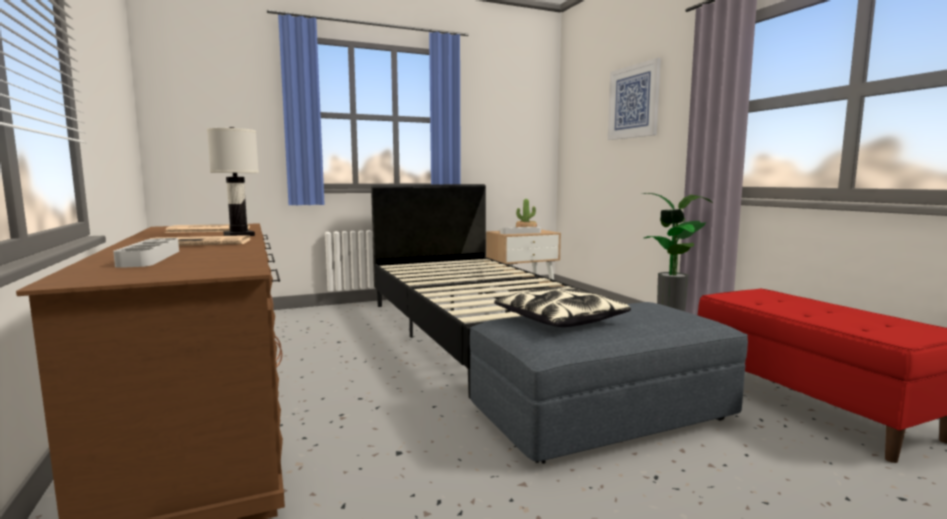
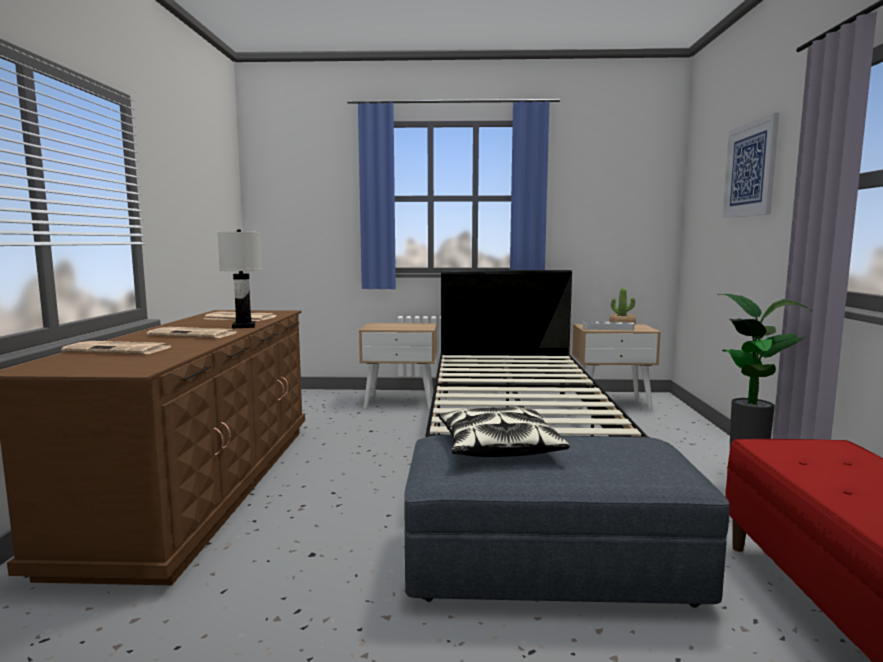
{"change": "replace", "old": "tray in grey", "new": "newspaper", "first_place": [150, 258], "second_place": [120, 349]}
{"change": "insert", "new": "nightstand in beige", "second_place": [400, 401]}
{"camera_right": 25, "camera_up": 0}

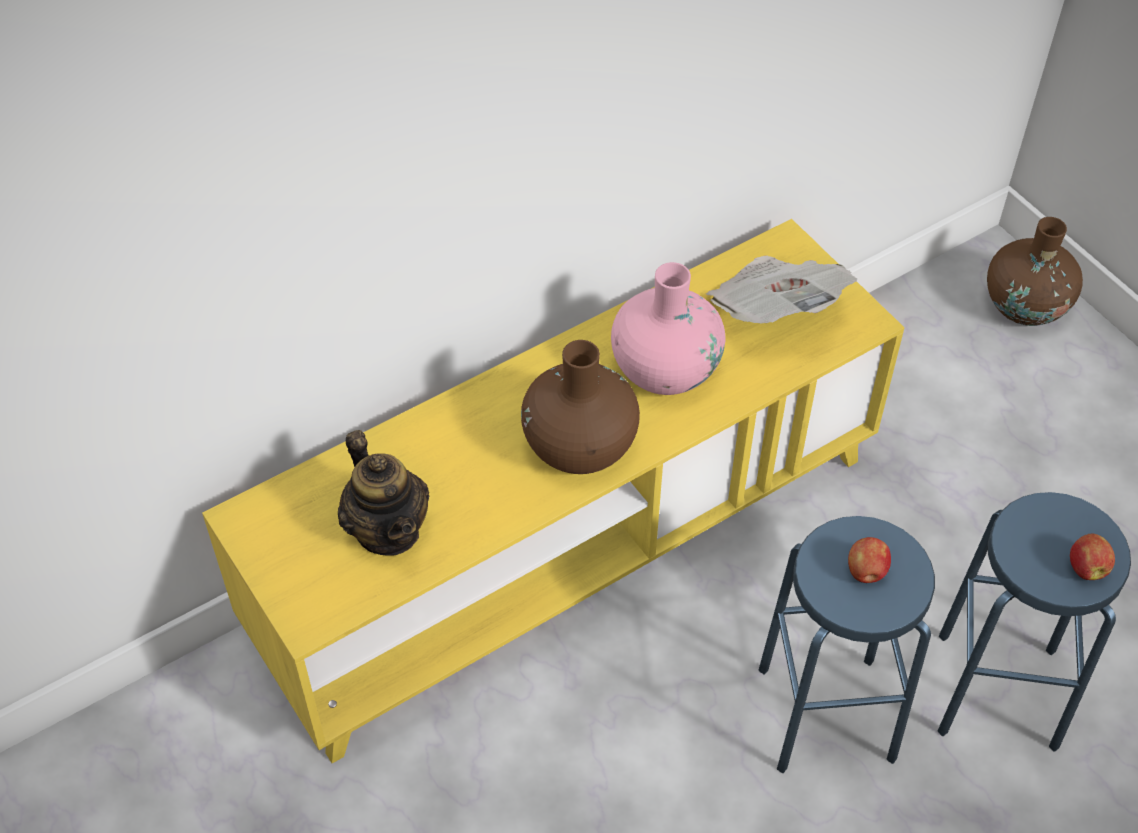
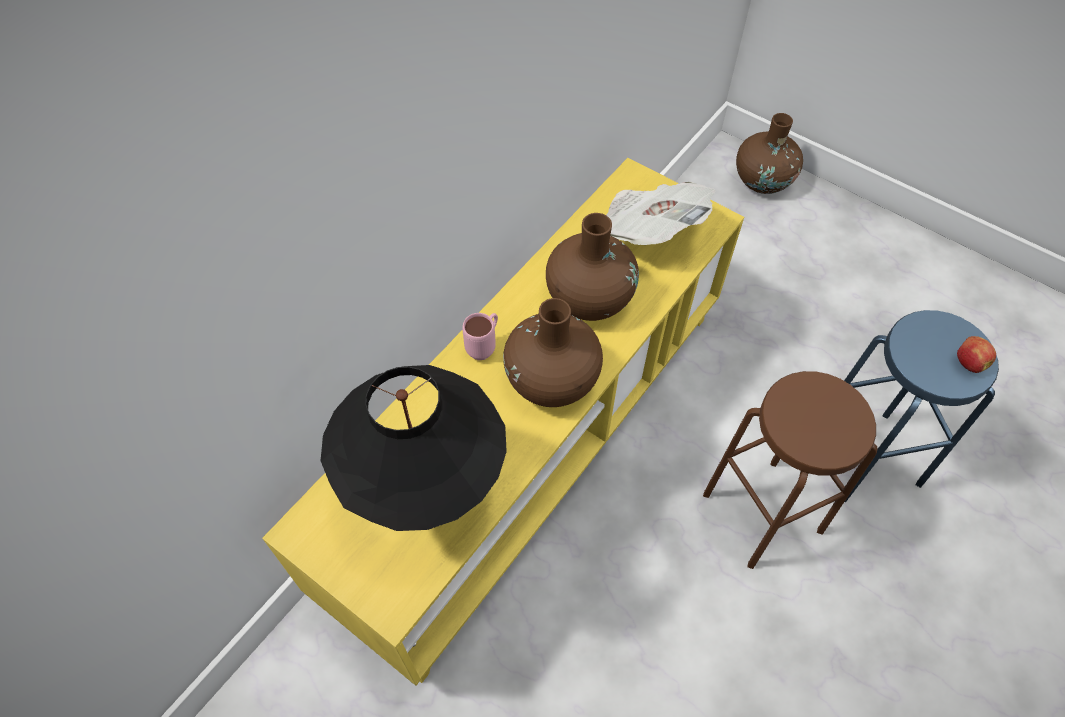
{"change": "replace", "old": "teapot", "new": "table lamp in black", "first_place": [388, 530], "second_place": [428, 501]}
{"change": "recolor", "old": "vase in pink", "new": "vase in brown", "first_place": [665, 369], "second_place": [589, 299]}
{"change": "recolor", "old": "stool in blue", "new": "stool in brown", "first_place": [826, 713], "second_place": [762, 512]}
{"change": "delete", "old": "apple", "first_place": [866, 572]}
{"change": "insert", "new": "mug in pink", "second_place": [484, 347]}
{"camera_right": -20, "camera_up": 5}

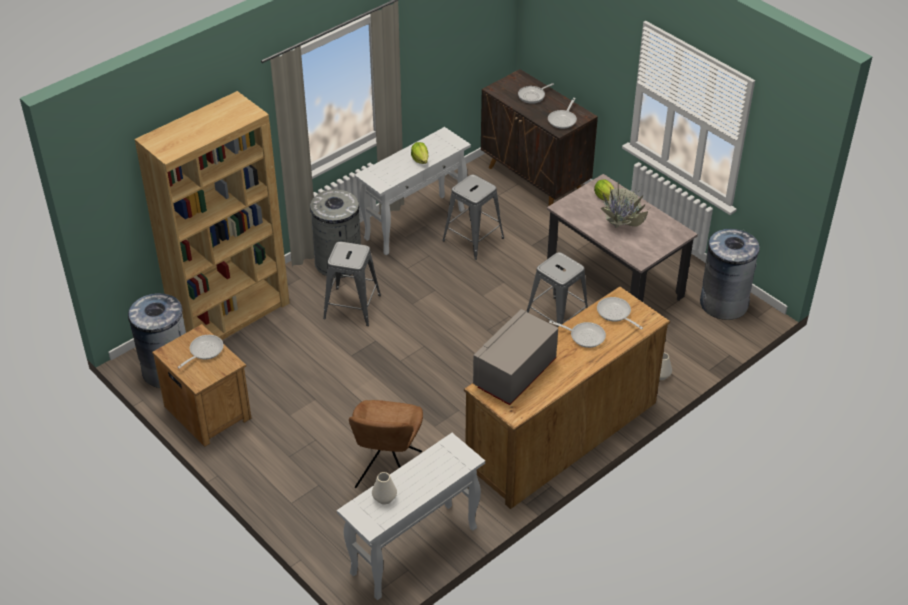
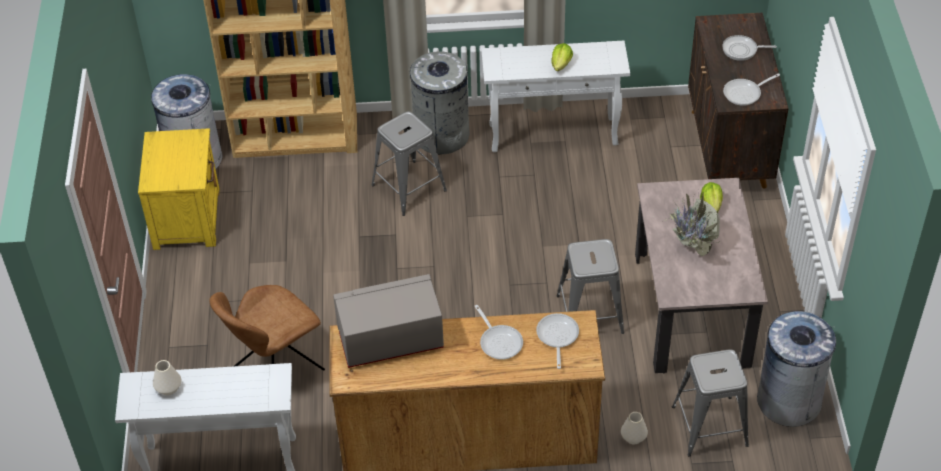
{"change": "recolor", "old": "nightstand in brown", "new": "nightstand in yellow", "first_place": [207, 411], "second_place": [188, 218]}
{"change": "delete", "old": "frying pan", "first_place": [204, 351]}
{"change": "move", "old": "stool in grey", "first_place": [473, 239], "second_place": [710, 425]}
{"camera_right": 40, "camera_up": 5}

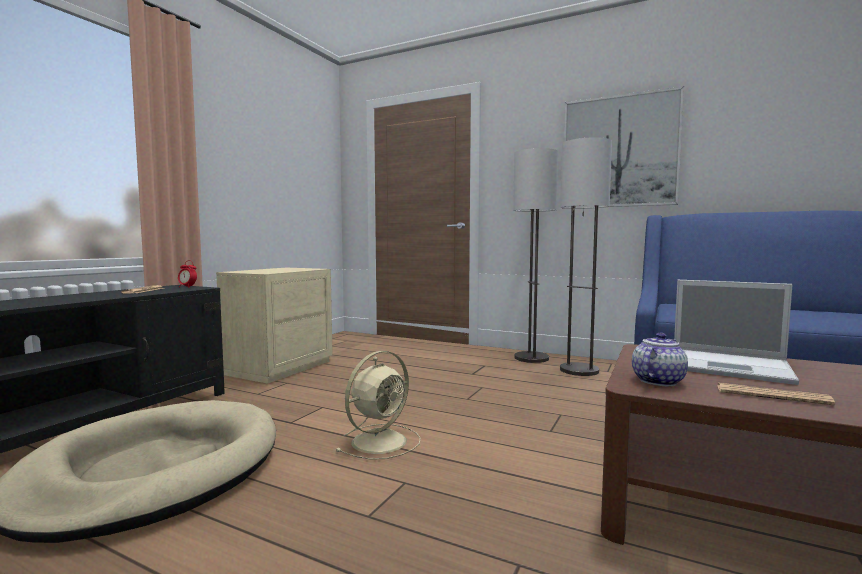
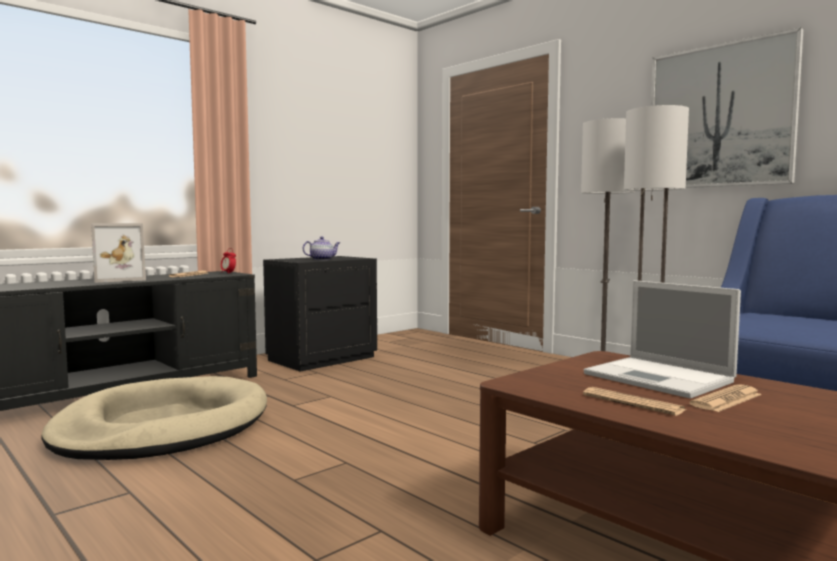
{"change": "recolor", "old": "nightstand in beige", "new": "nightstand in black", "first_place": [278, 368], "second_place": [321, 358]}
{"change": "delete", "old": "fan in beige", "first_place": [381, 441]}
{"change": "move", "old": "teapot", "first_place": [657, 381], "second_place": [322, 259]}
{"change": "insert", "new": "picture frame", "second_place": [119, 279]}
{"change": "insert", "new": "newspaper", "second_place": [726, 400]}
{"camera_right": 20, "camera_up": 0}

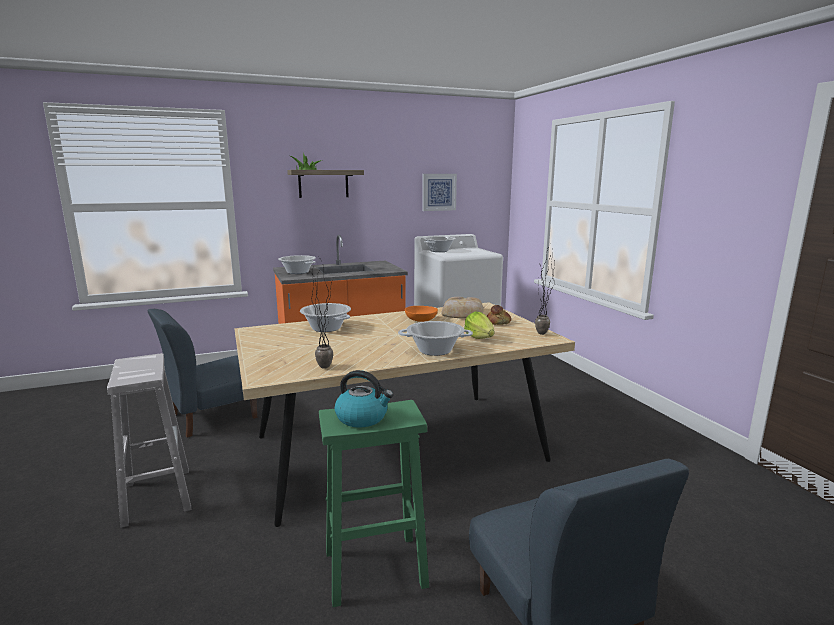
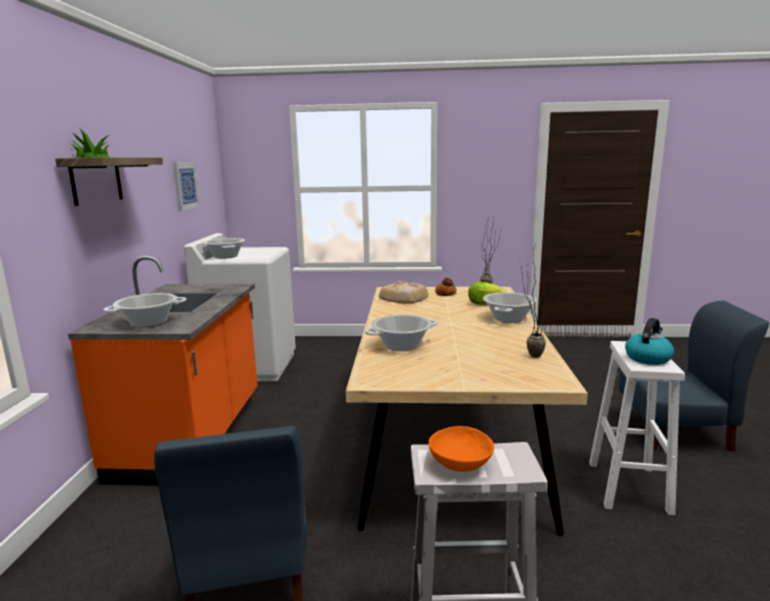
{"change": "recolor", "old": "stool in green", "new": "stool in white", "first_place": [373, 569], "second_place": [629, 488]}
{"change": "move", "old": "bowl in orange", "first_place": [420, 320], "second_place": [459, 464]}
{"camera_right": -65, "camera_up": 0}

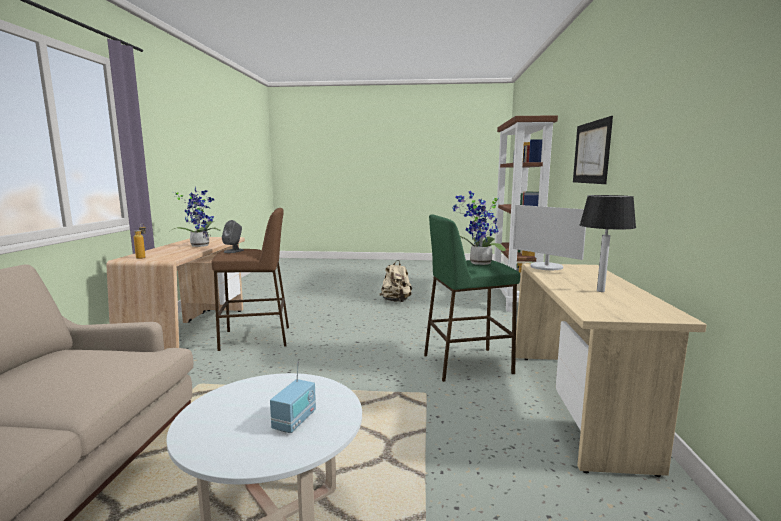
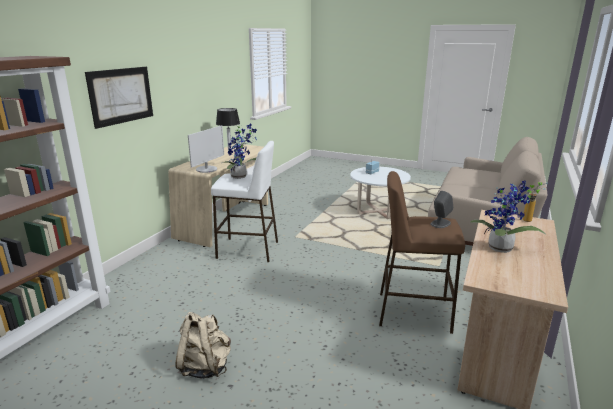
{"change": "recolor", "old": "stool in green", "new": "stool in white", "first_place": [466, 364], "second_place": [248, 250]}
{"change": "rotate", "old": "monitor", "first_place": [546, 267], "second_place": [207, 169], "degrees": 45}
{"camera_right": -160, "camera_up": 10}

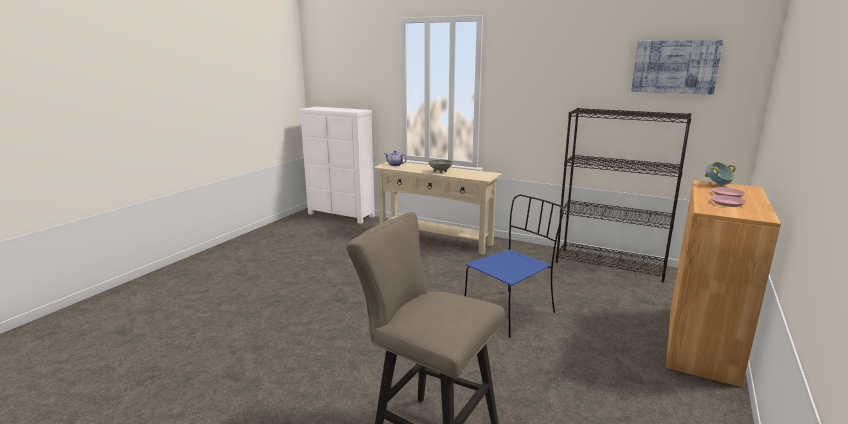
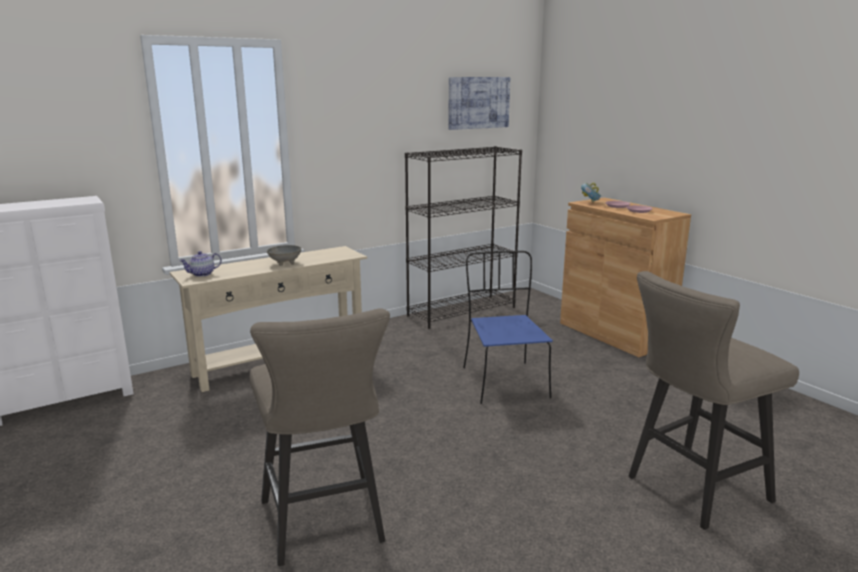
{"change": "insert", "new": "stool in beige", "second_place": [325, 526]}
{"camera_right": -60, "camera_up": 0}

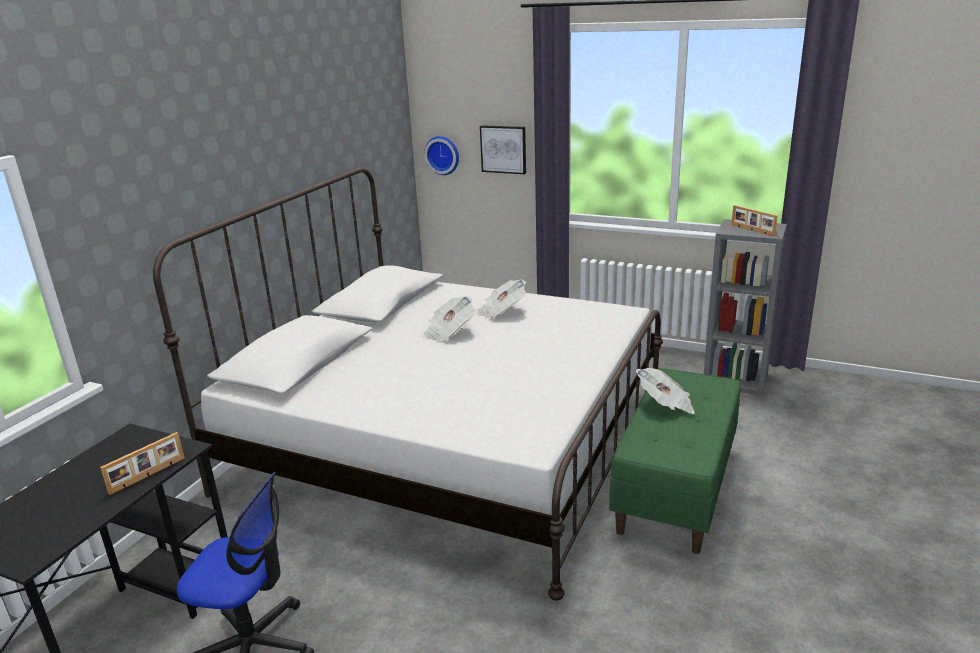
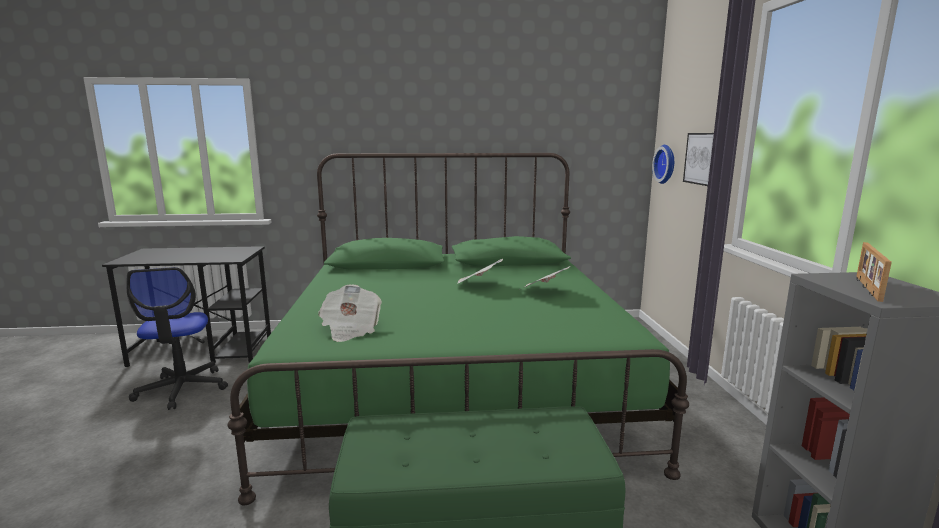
{"change": "delete", "old": "picture frame", "first_place": [148, 476]}
{"change": "recolor", "old": "bed in white", "new": "bed in green", "first_place": [450, 440], "second_place": [454, 382]}
{"change": "move", "old": "newspaper", "first_place": [665, 404], "second_place": [350, 329]}
{"camera_right": 60, "camera_up": -10}

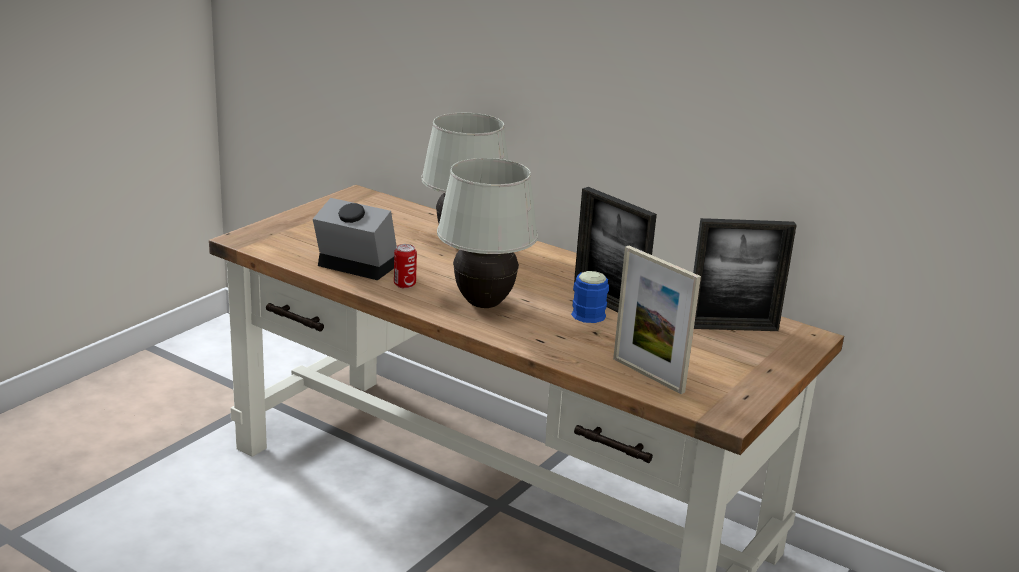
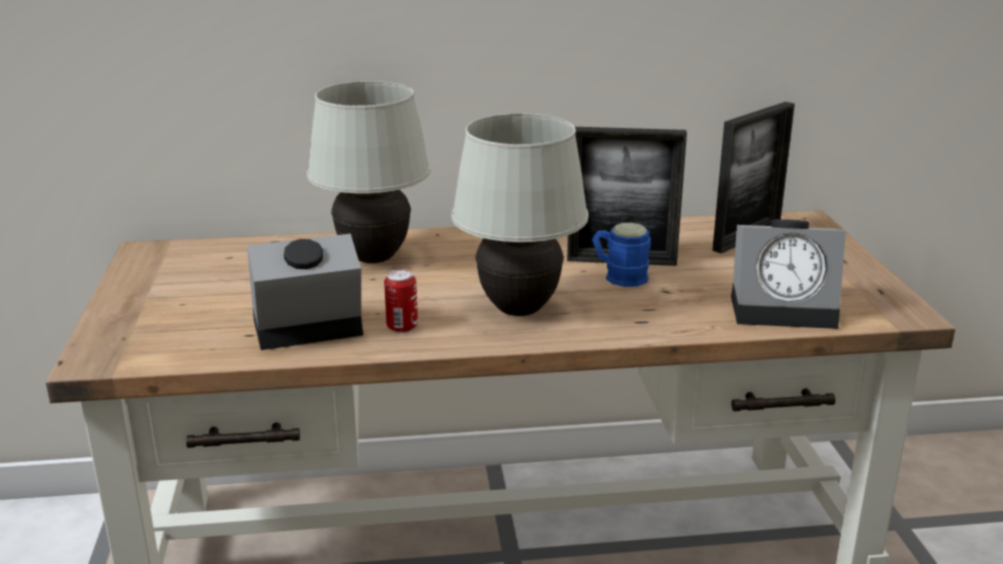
{"change": "replace", "old": "picture frame", "new": "alarm clock", "first_place": [648, 375], "second_place": [785, 309]}
{"camera_right": -40, "camera_up": 0}

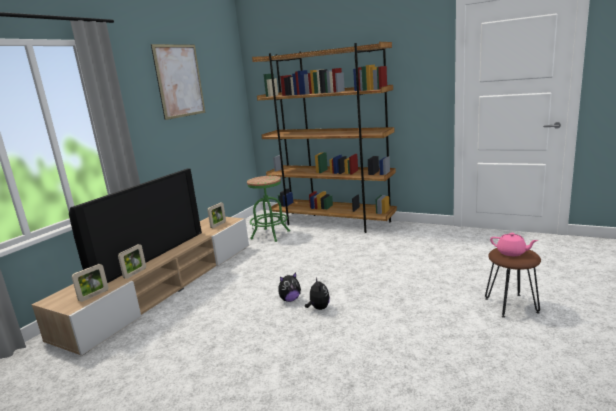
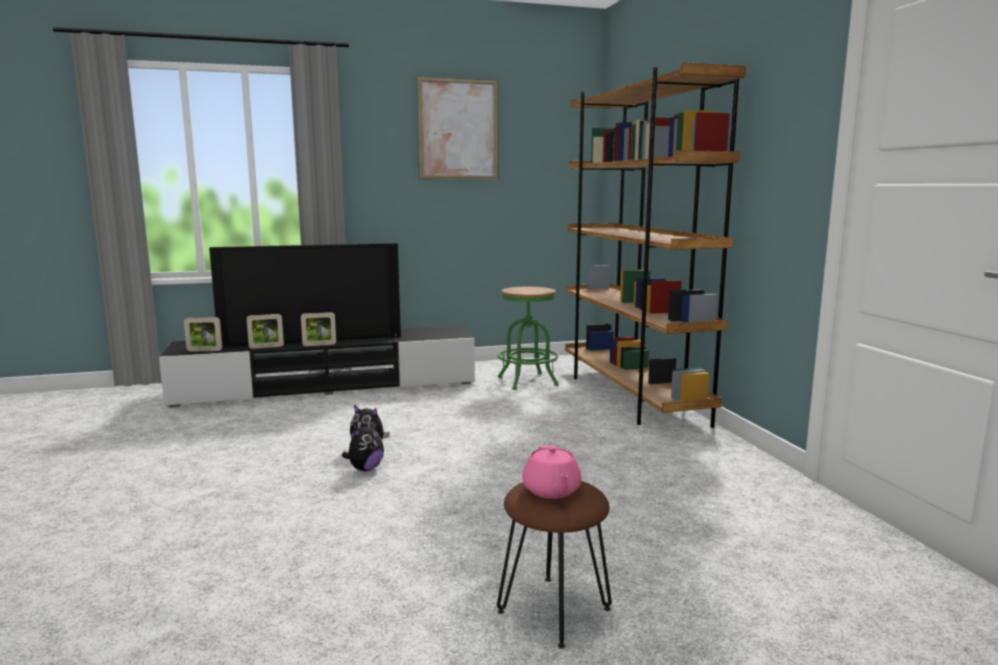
{"change": "recolor", "old": "tv stand in beige", "new": "tv stand in black", "first_place": [165, 286], "second_place": [328, 386]}
{"change": "move", "old": "picture frame", "first_place": [218, 225], "second_place": [319, 345]}
{"camera_right": 45, "camera_up": -5}

